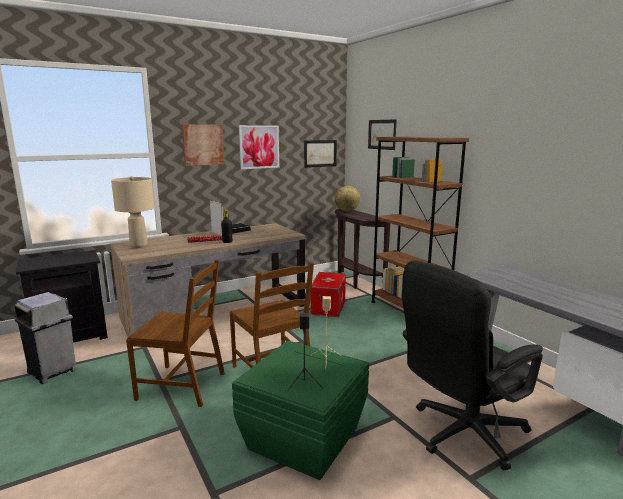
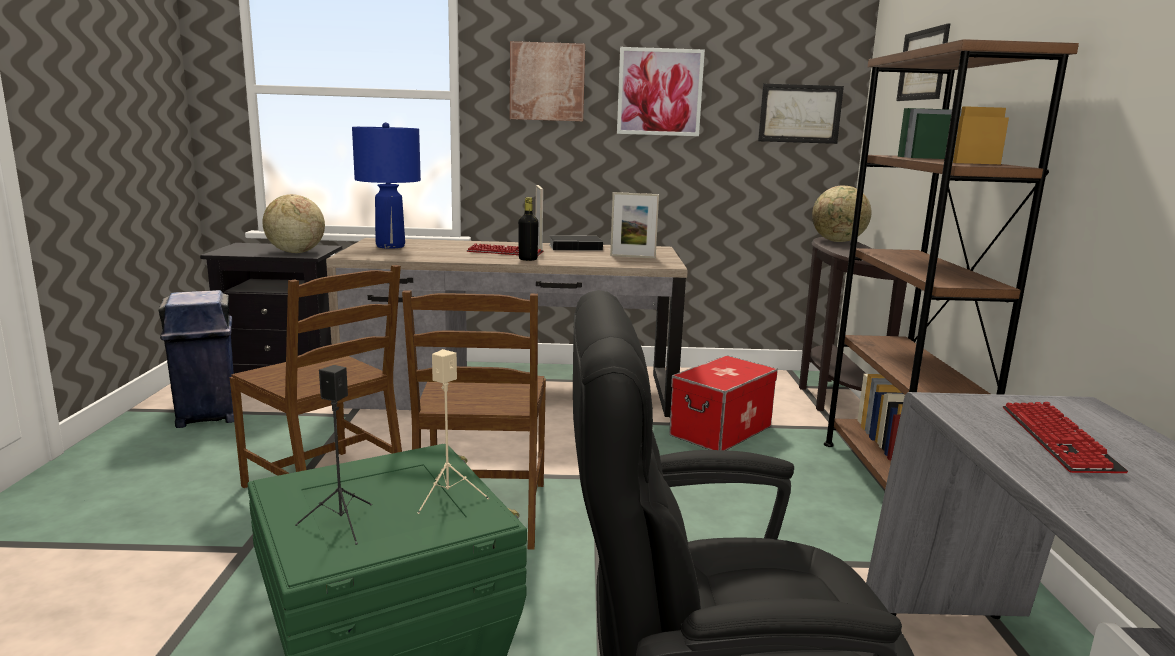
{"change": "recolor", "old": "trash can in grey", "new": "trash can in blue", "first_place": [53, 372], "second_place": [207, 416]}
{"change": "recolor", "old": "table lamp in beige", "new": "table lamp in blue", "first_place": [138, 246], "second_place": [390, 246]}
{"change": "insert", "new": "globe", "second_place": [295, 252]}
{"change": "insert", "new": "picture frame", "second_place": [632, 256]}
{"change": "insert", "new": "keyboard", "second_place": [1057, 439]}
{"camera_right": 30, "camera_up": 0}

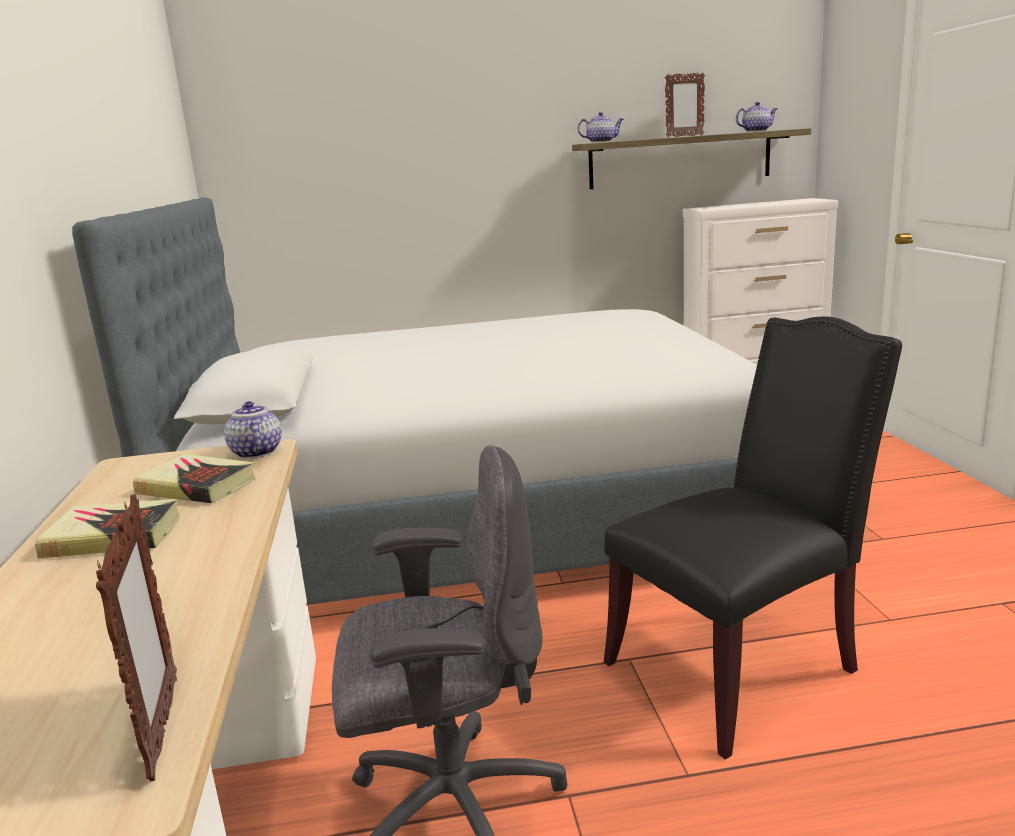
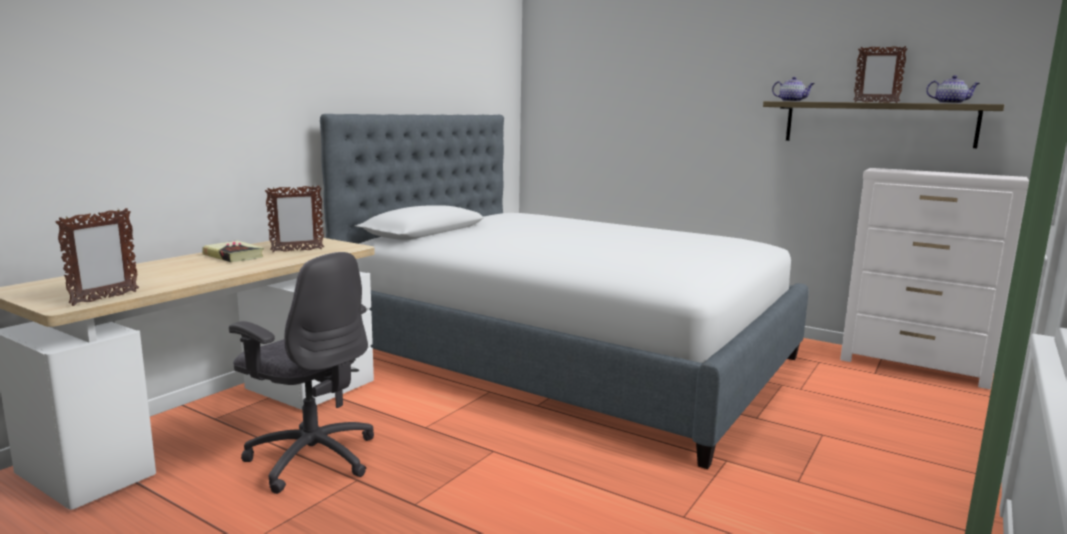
{"change": "replace", "old": "book", "new": "picture frame", "first_place": [197, 486], "second_place": [297, 250]}
{"change": "delete", "old": "teapot", "first_place": [255, 452]}
{"change": "delete", "old": "chair in black", "first_place": [741, 666]}
{"camera_right": 40, "camera_up": -5}

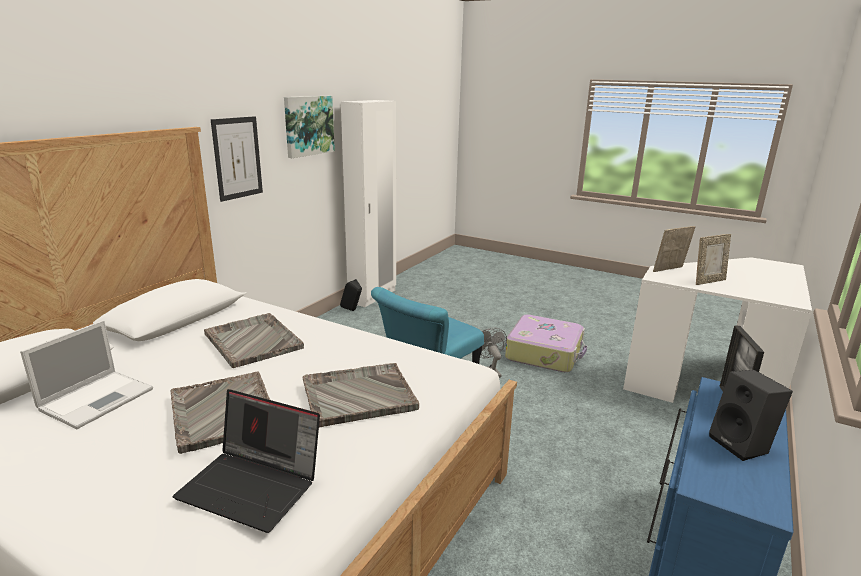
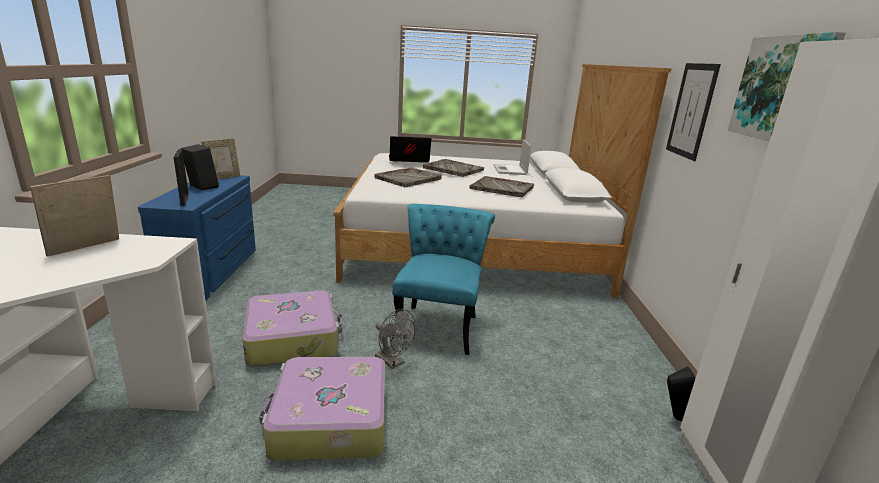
{"change": "move", "old": "picture frame", "first_place": [669, 270], "second_place": [223, 178]}
{"change": "insert", "new": "suitcase", "second_place": [293, 339]}
{"camera_right": 150, "camera_up": 0}

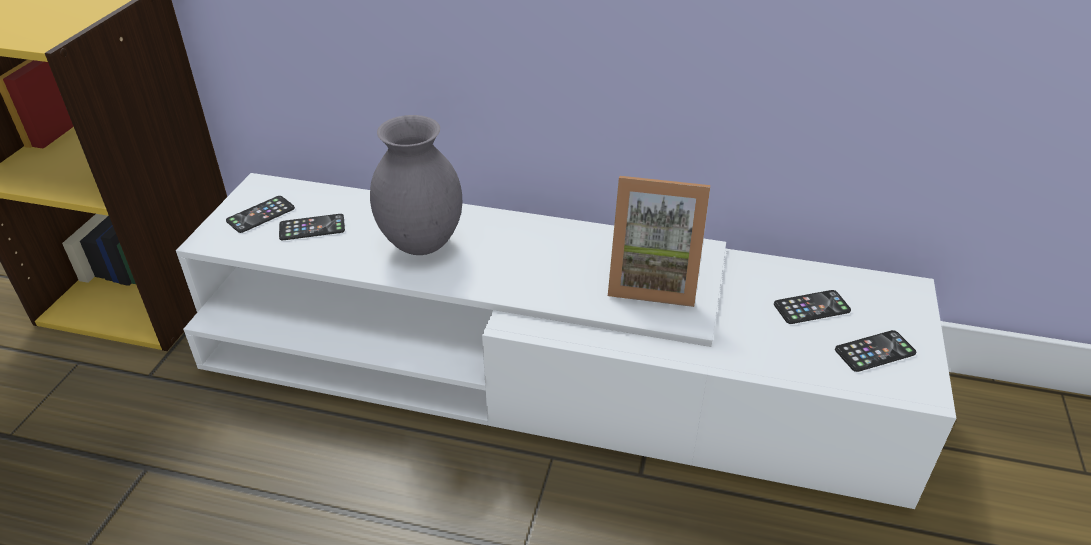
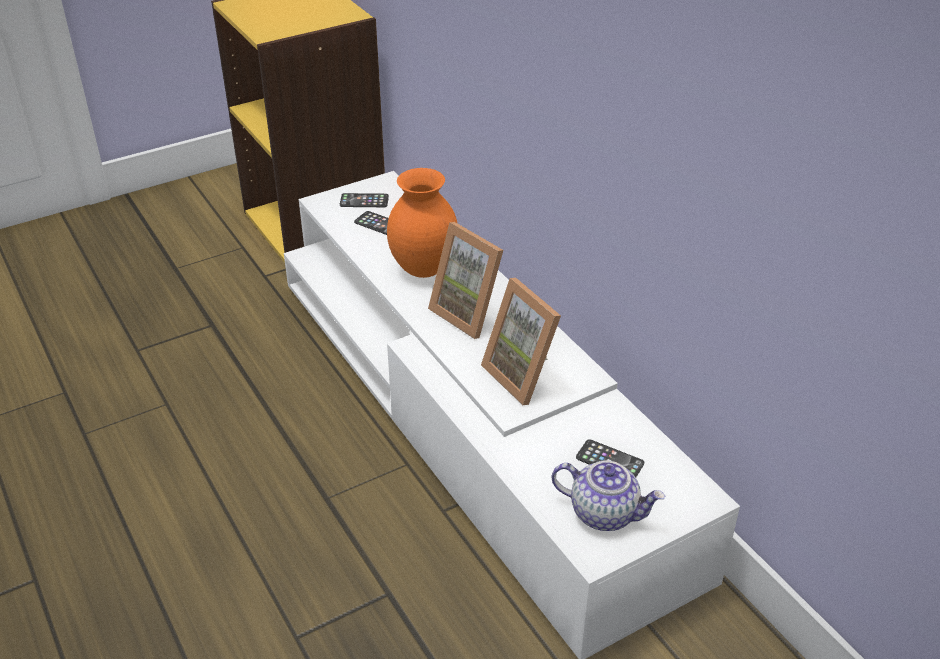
{"change": "recolor", "old": "vase in grey", "new": "vase in orange", "first_place": [420, 244], "second_place": [422, 269]}
{"change": "replace", "old": "phone", "new": "teapot", "first_place": [875, 351], "second_place": [605, 513]}
{"change": "insert", "new": "picture frame", "second_place": [471, 313]}
{"camera_right": 45, "camera_up": 0}

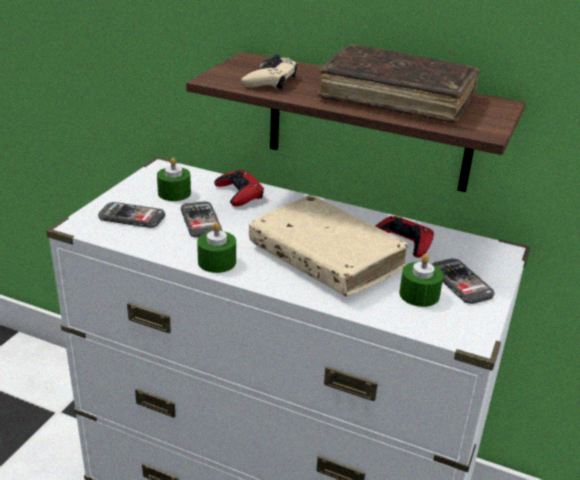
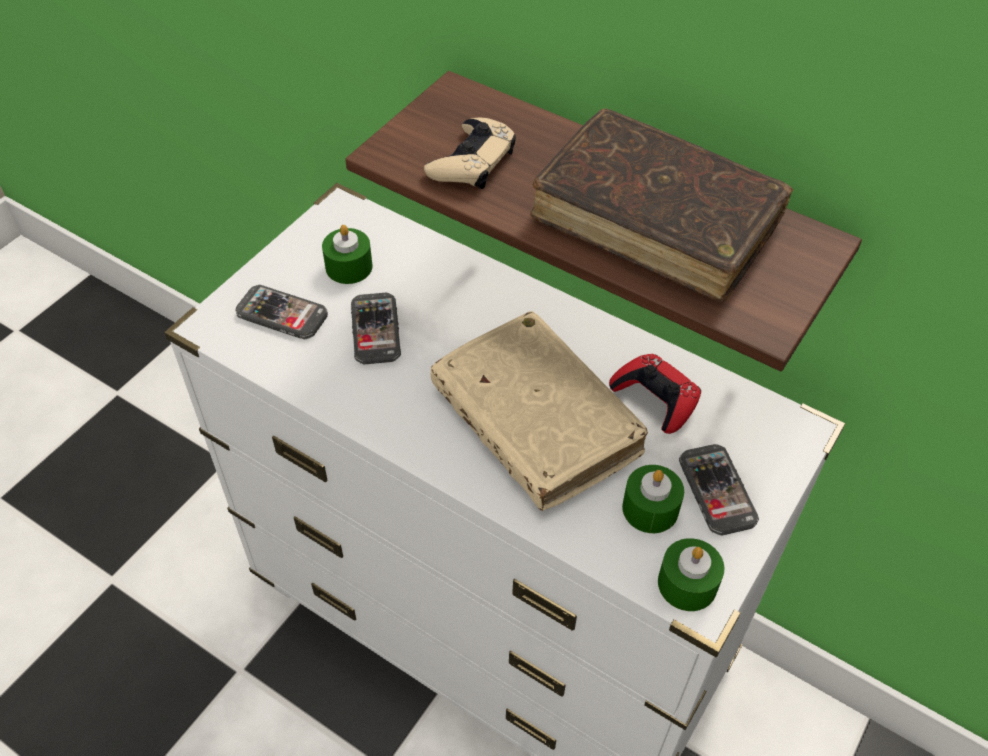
{"change": "move", "old": "candle in green", "first_place": [217, 262], "second_place": [687, 584]}
{"change": "delete", "old": "game controller in red", "first_place": [239, 193]}
{"camera_right": 10, "camera_up": 20}

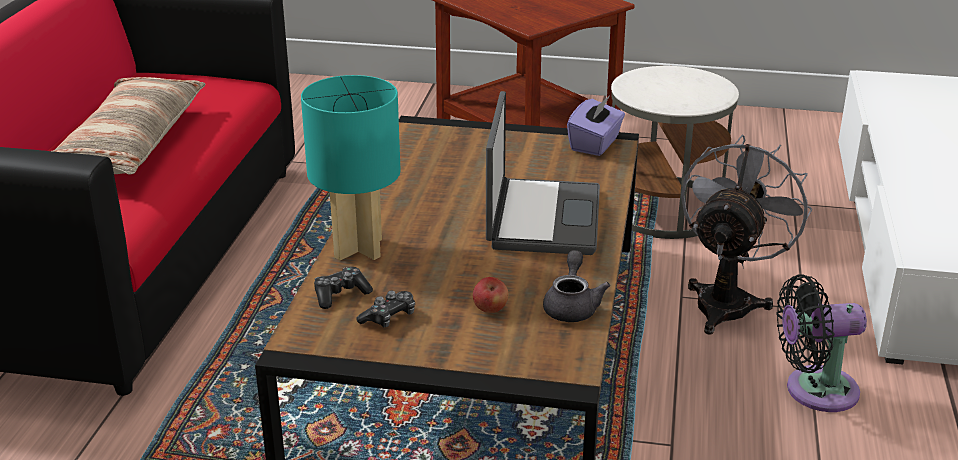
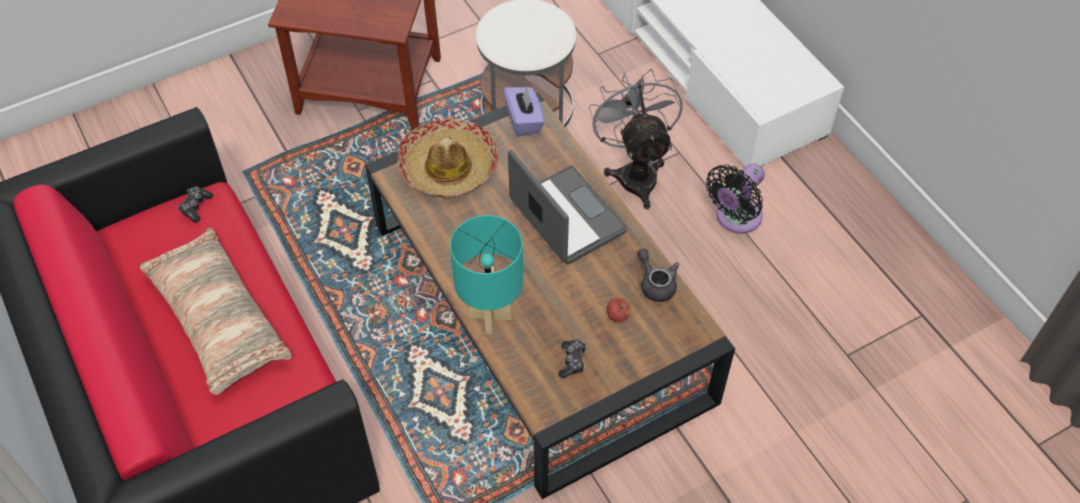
{"change": "move", "old": "game controller", "first_place": [340, 294], "second_place": [196, 207]}
{"change": "insert", "new": "hat", "second_place": [449, 167]}
{"camera_right": -40, "camera_up": 25}

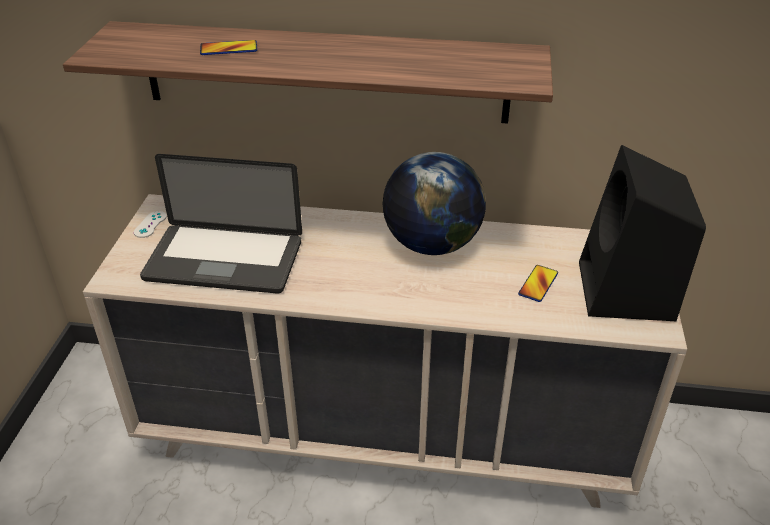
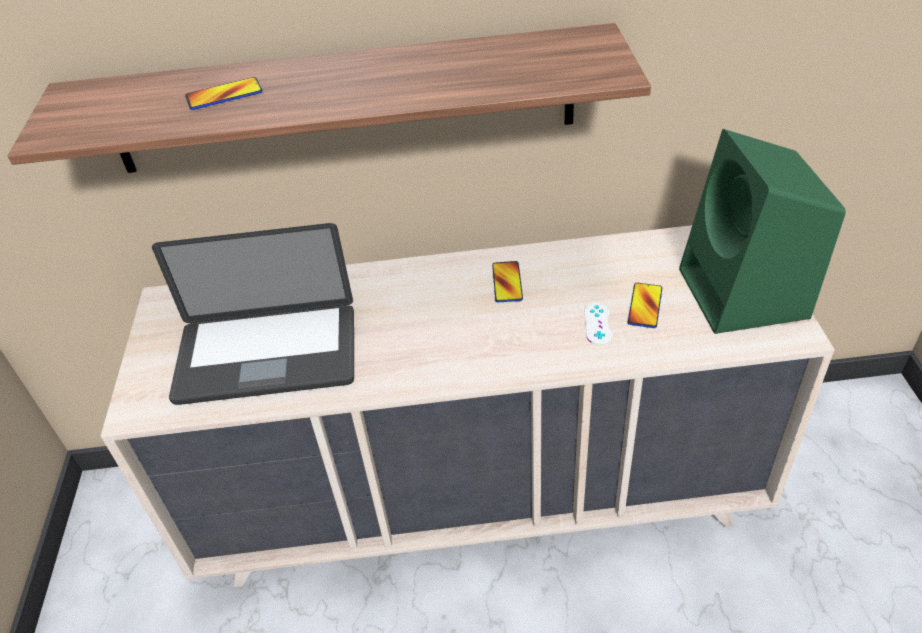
{"change": "move", "old": "game controller in white", "first_place": [150, 224], "second_place": [598, 324]}
{"change": "replace", "old": "globe", "new": "phone", "first_place": [431, 244], "second_place": [507, 282]}
{"change": "recolor", "old": "speaker in black", "new": "speaker in green", "first_place": [627, 292], "second_place": [745, 295]}
{"camera_right": -10, "camera_up": 5}

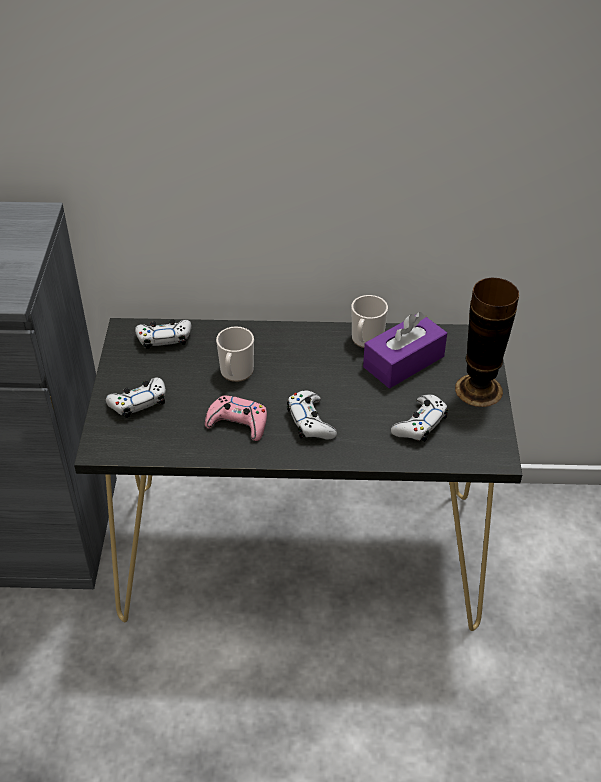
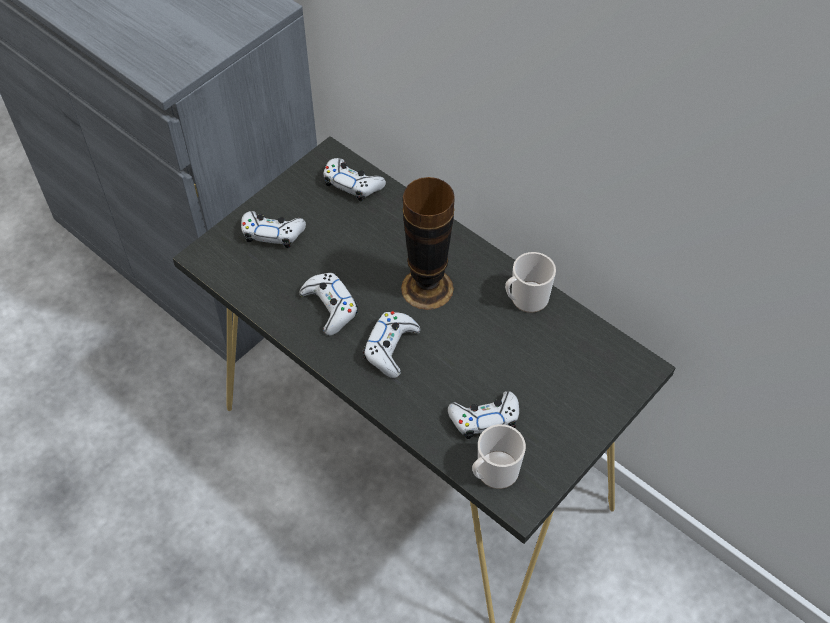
{"change": "recolor", "old": "game controller in pink", "new": "game controller in white", "first_place": [238, 423], "second_place": [330, 307]}
{"change": "move", "old": "mug", "first_place": [235, 373], "second_place": [493, 473]}
{"change": "delete", "old": "tissue box in purple", "first_place": [403, 362]}
{"change": "move", "old": "vase", "first_place": [478, 389], "second_place": [427, 288]}
{"camera_right": 40, "camera_up": 10}

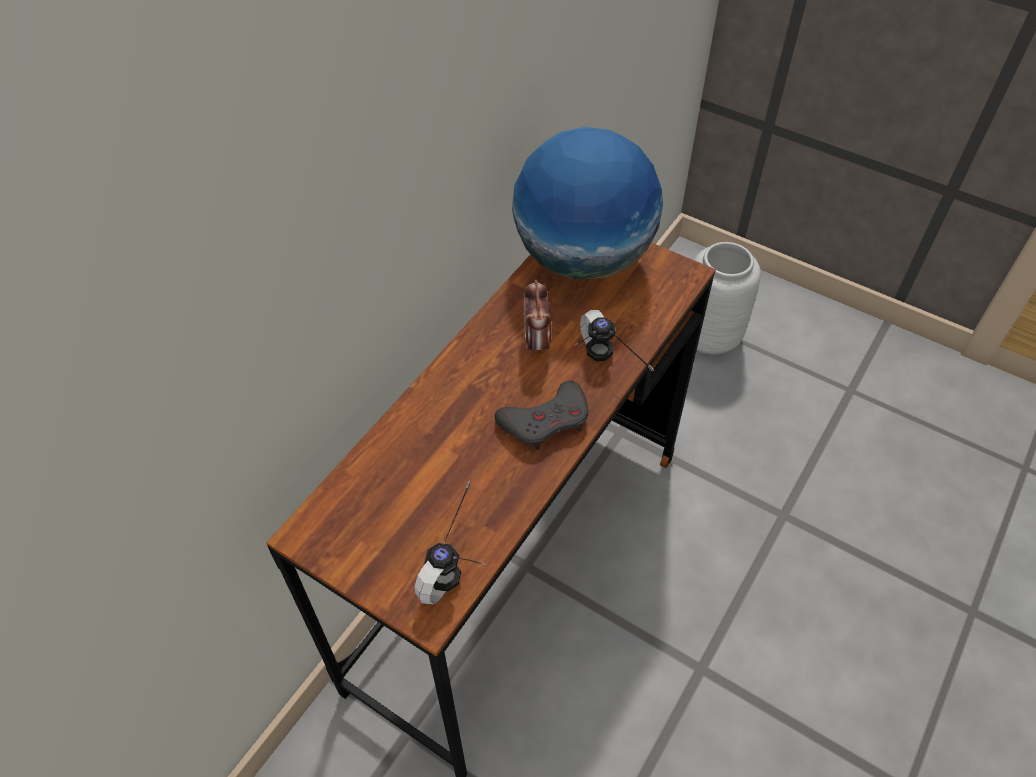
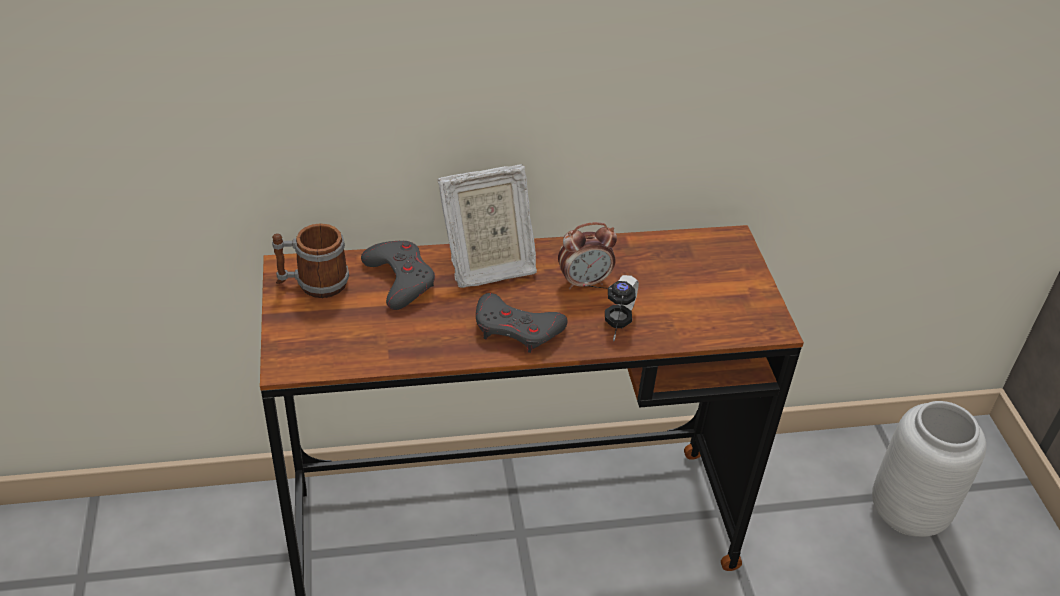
{"change": "delete", "old": "headphones", "first_place": [465, 567]}
{"change": "delete", "old": "globe", "first_place": [583, 258]}
{"change": "rotate", "old": "alarm clock", "first_place": [536, 343], "second_place": [584, 282], "degrees": -150}
{"change": "insert", "new": "mug", "second_place": [313, 283]}
{"change": "insert", "new": "game controller in grey", "second_place": [400, 279]}
{"change": "insert", "new": "picture frame", "second_place": [487, 266]}
{"camera_right": 45, "camera_up": -10}

